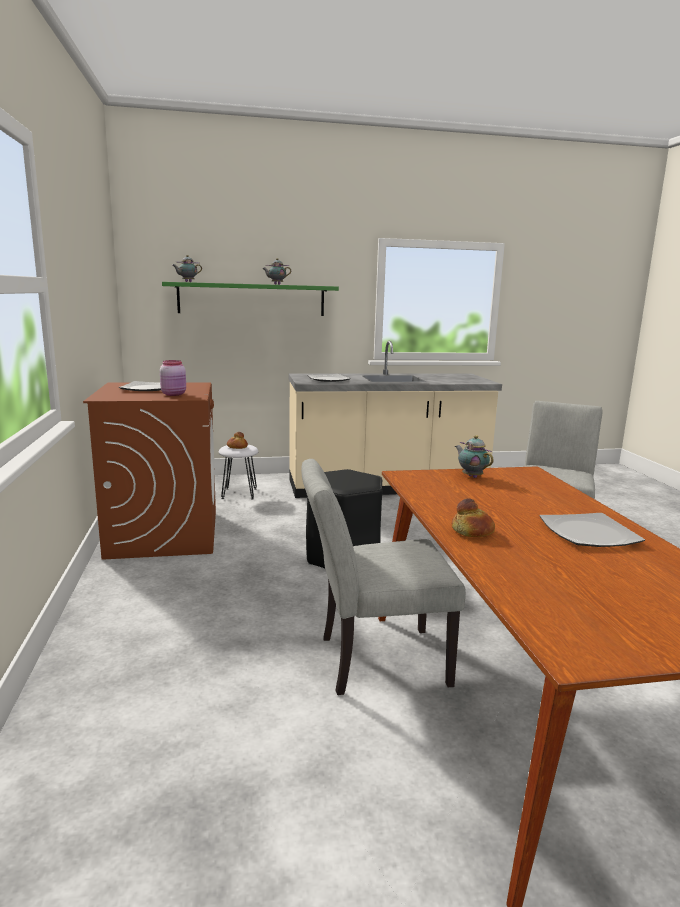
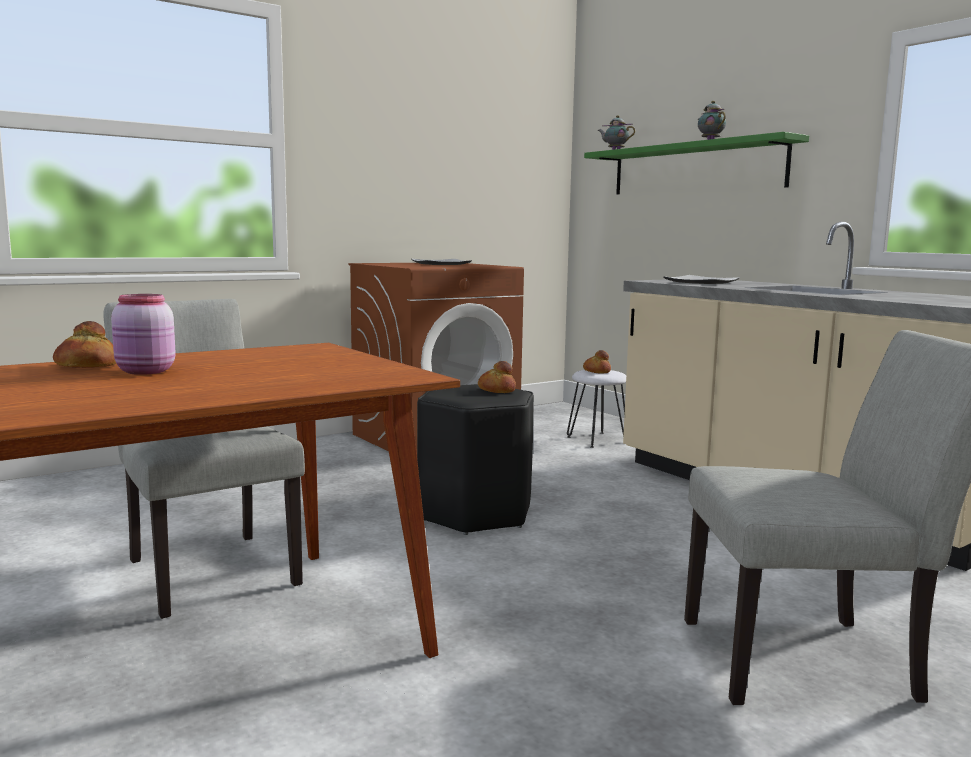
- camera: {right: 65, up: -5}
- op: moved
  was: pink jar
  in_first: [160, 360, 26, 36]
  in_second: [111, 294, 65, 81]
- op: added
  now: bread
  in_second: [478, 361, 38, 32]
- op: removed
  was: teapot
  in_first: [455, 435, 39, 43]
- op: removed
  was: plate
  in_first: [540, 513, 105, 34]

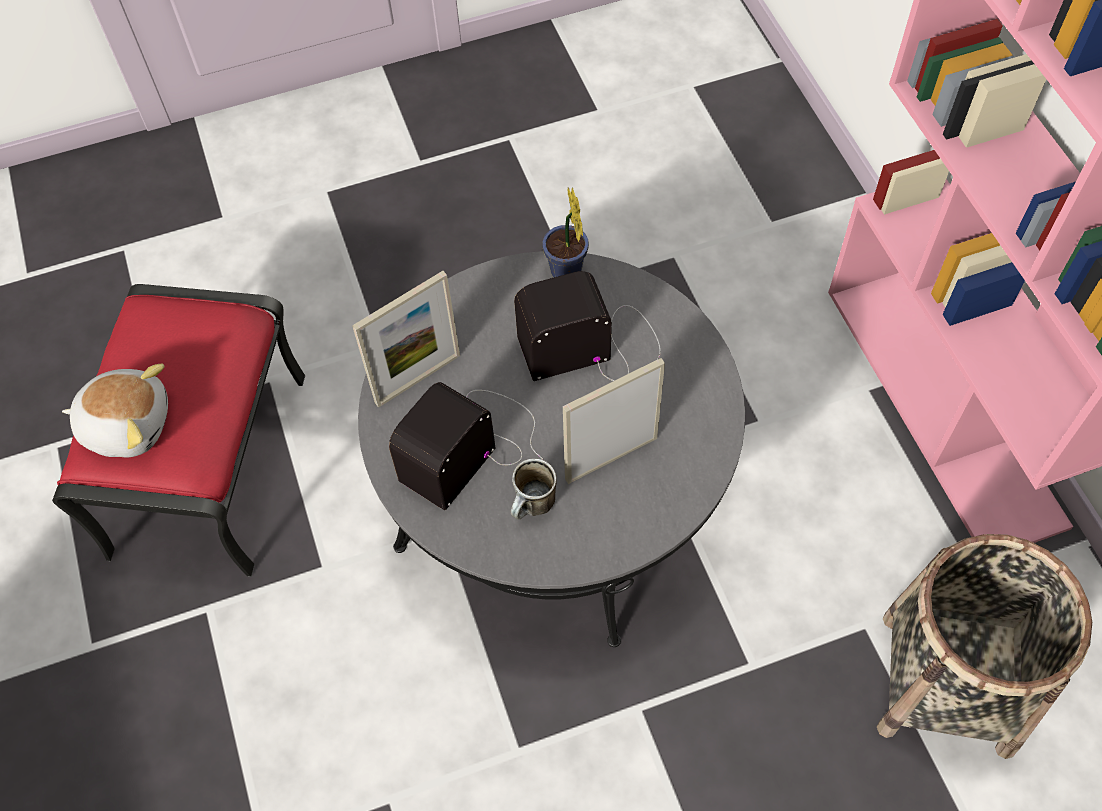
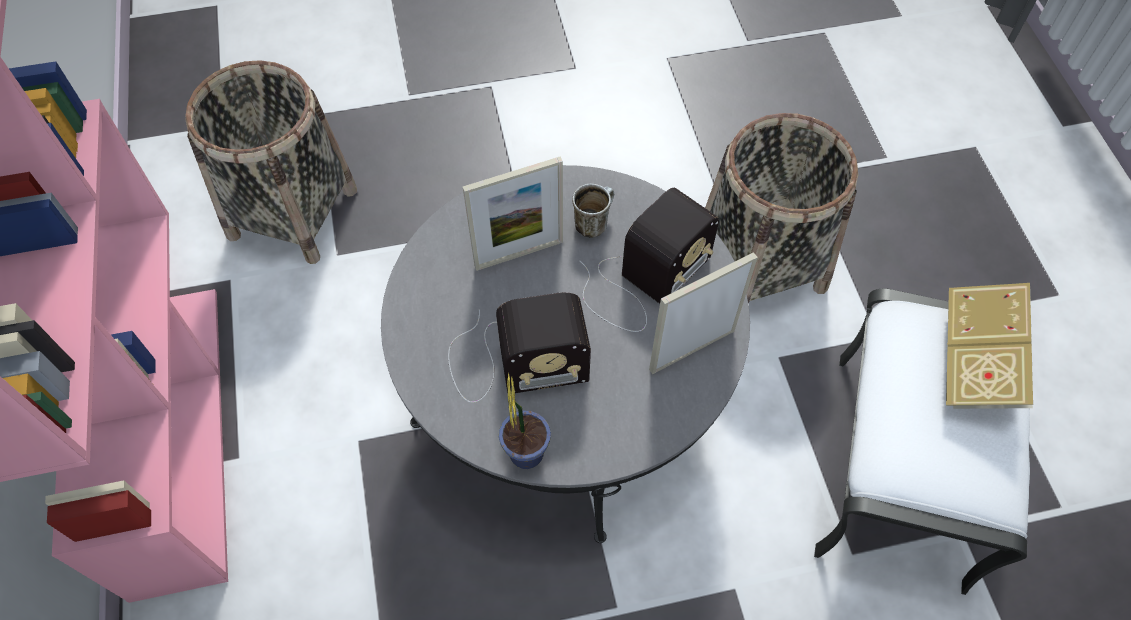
- camera: {right: -175, up: 0}
- op: added
  now: basket
  in_second: [705, 113, 153, 191]
- op: recoloured
  was: red ottoman
  now: white ottoman
  in_first: [52, 284, 253, 293]
  in_second: [814, 288, 218, 307]
- op: replaced
  was: plush toy
  now: book
  in_first: [62, 363, 106, 94]
  in_second: [946, 283, 87, 126]

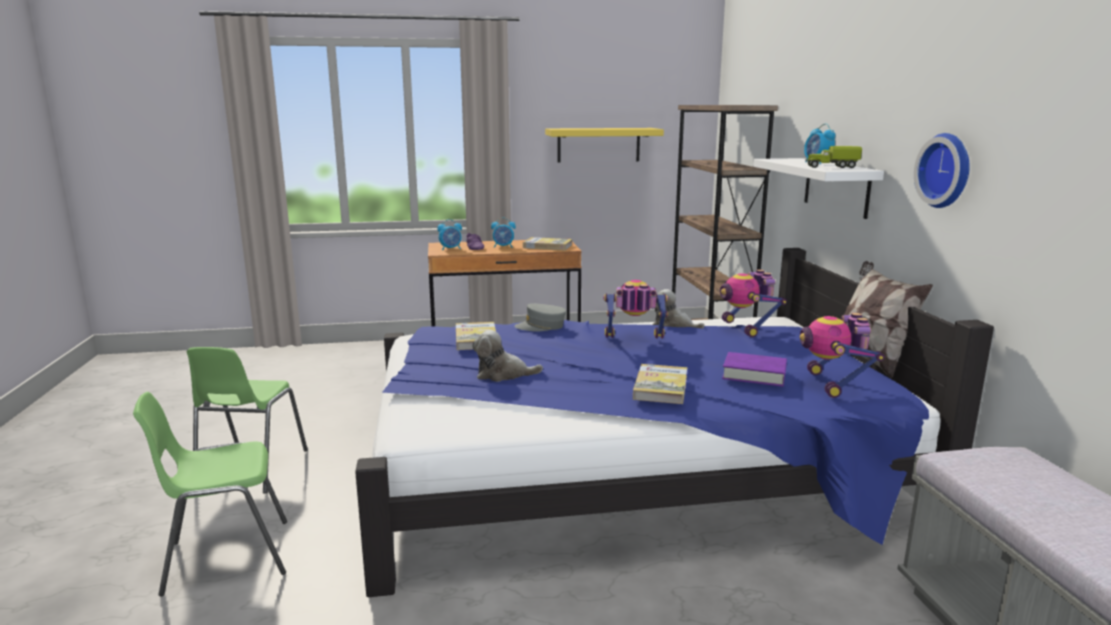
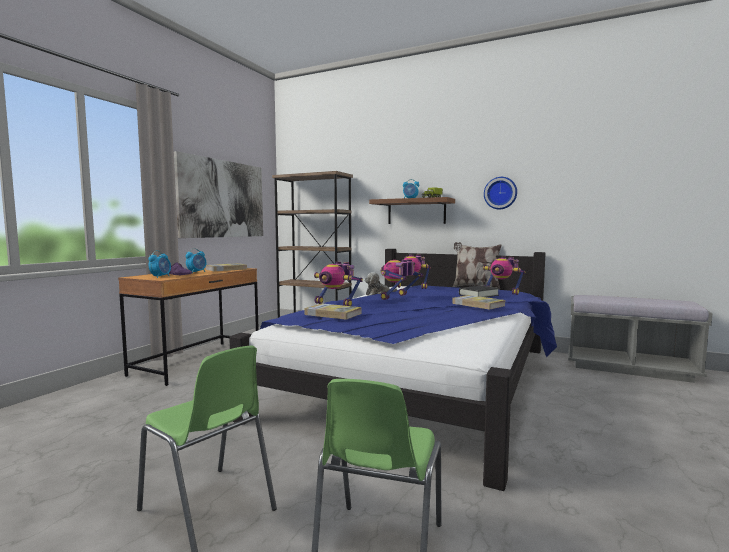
- camera: {right: -55, up: -10}
- op: replaced
  was: yellow shelf
  now: picture
  in_first: [545, 128, 119, 34]
  in_second: [174, 151, 89, 87]
- op: replaced
  was: grey cap
  now: toy robot
  in_first: [514, 303, 52, 29]
  in_second: [314, 262, 49, 44]
- op: recoloured
  was: white shelf
  now: brown shelf
  in_first: [753, 158, 131, 61]
  in_second: [369, 197, 86, 27]
- op: recoloured
  was: purple book
  now: black book
  in_first: [722, 352, 65, 35]
  in_second: [459, 286, 40, 11]
- op: removed
  was: plush toy
  in_first: [473, 330, 70, 52]

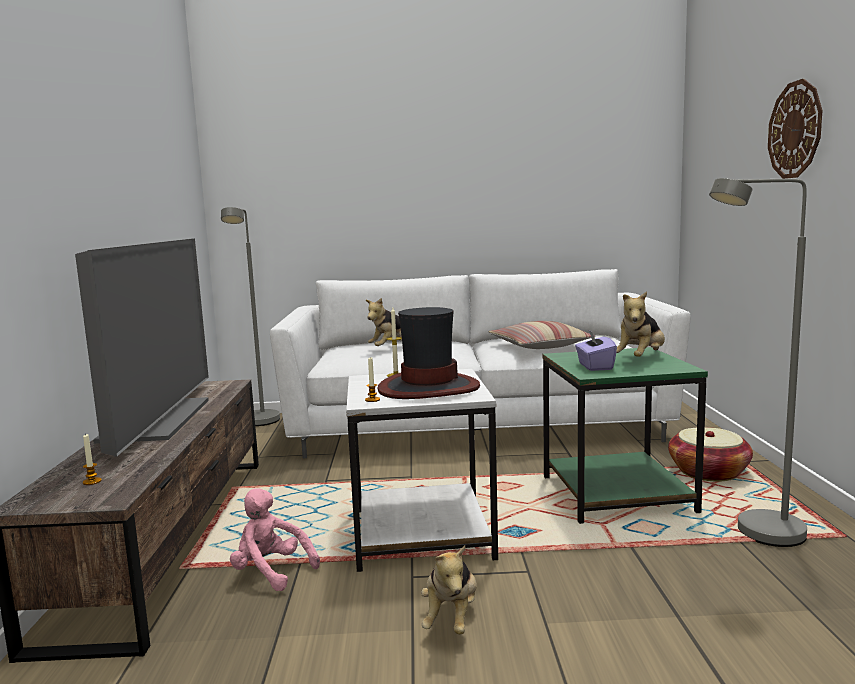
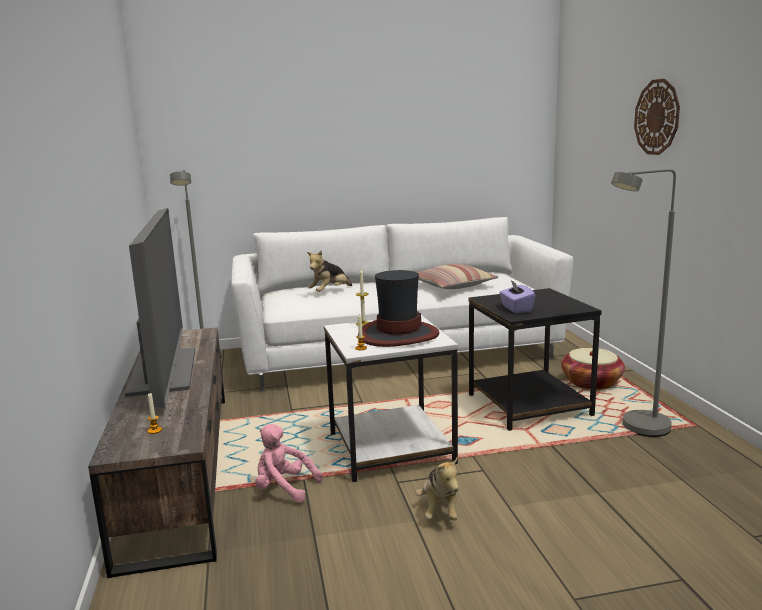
- camera: {right: -10, up: 5}
- op: recoloured
  was: green side table
  now: black side table
  in_first: [542, 347, 166, 177]
  in_second: [468, 288, 133, 143]
- op: removed
  was: plush toy
  in_first: [616, 291, 49, 66]

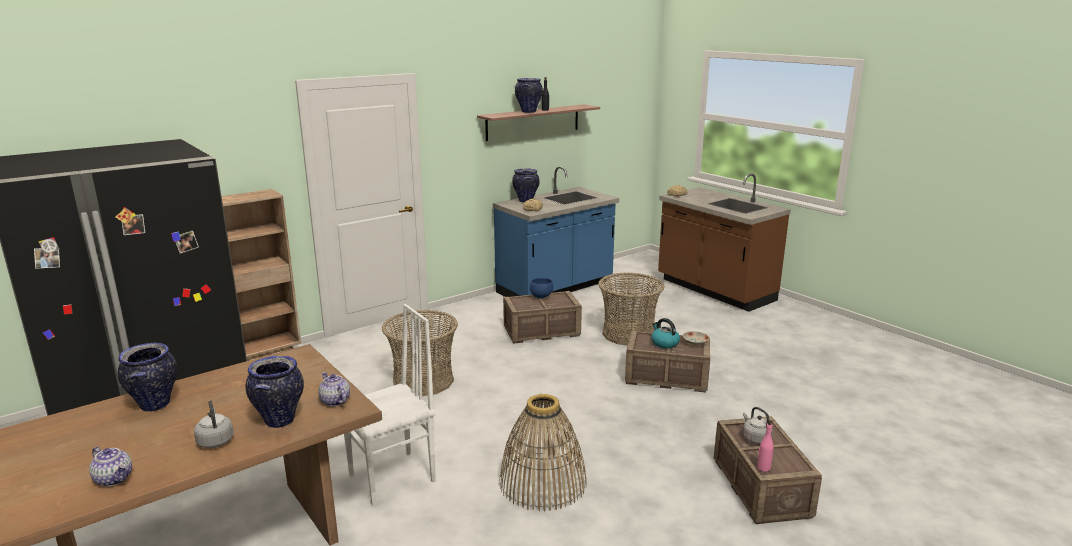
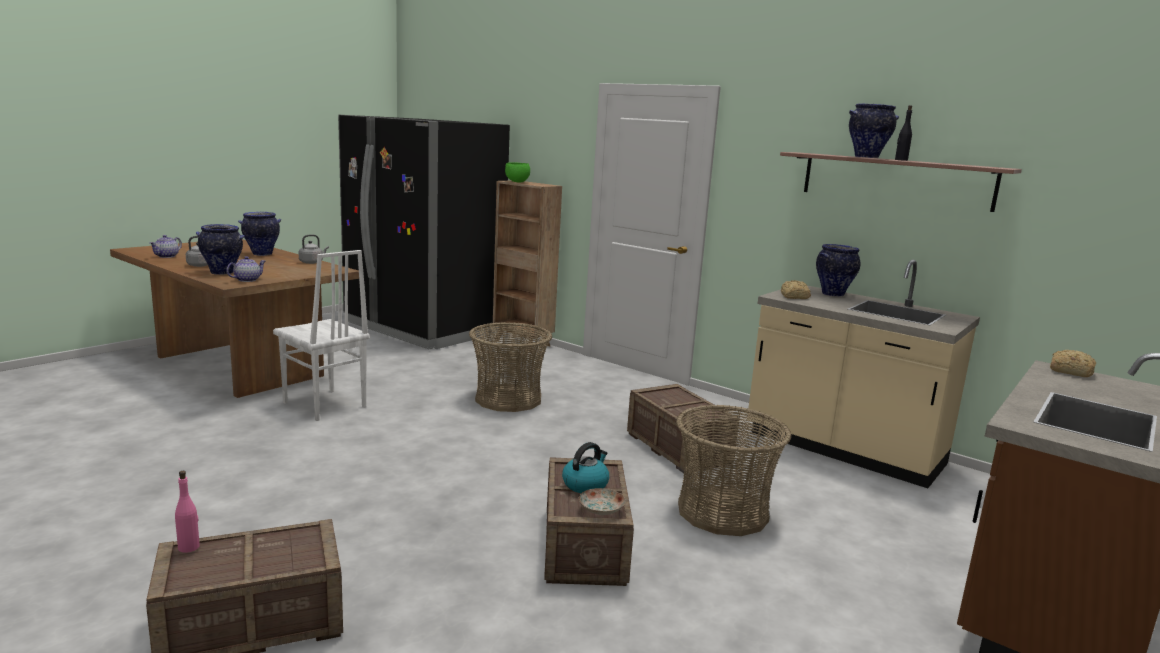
- camera: {right: 75, up: -5}
- op: moved
  was: grey kettle
  in_first: [743, 407, 30, 37]
  in_second: [299, 234, 30, 30]
- op: added
  now: green bowl
  in_second: [505, 162, 25, 20]
- op: recoloured
  was: blue counter
  now: beige counter
  in_first: [493, 166, 126, 131]
  in_second: [747, 260, 233, 228]
- op: removed
  was: basket
  in_first: [499, 394, 88, 118]
- op: removed
  was: blue bowl
  in_first: [530, 278, 23, 21]

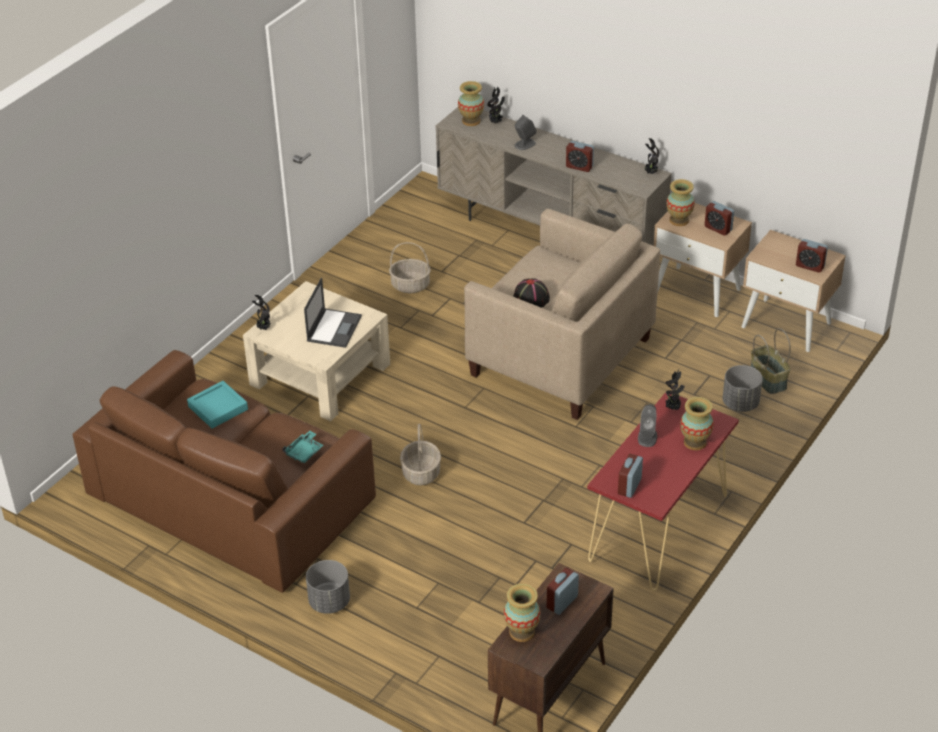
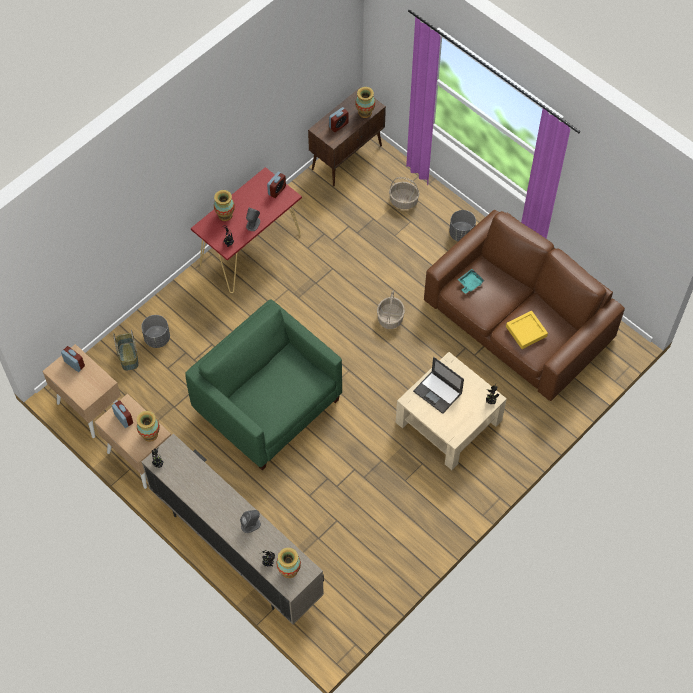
- camera: {right: -170, up: 20}
- op: recoloured
  was: beige armchair
  now: green armchair
  in_first: [464, 209, 196, 211]
  in_second: [185, 299, 157, 171]
- op: moved
  was: basket
  in_first: [389, 242, 42, 51]
  in_second: [389, 177, 30, 32]
- op: turned
  was: laptop
  in_first: [304, 278, 58, 70]
  in_second: [413, 357, 51, 57]
  clockwise: -75
- op: recoloured
  was: turquoise tray
  now: yellow tray
  in_first: [187, 381, 61, 48]
  in_second: [506, 311, 42, 38]
- op: removed
  was: black hat
  in_first: [513, 278, 37, 30]
- op: removed
  was: alarm clock
  in_first: [566, 141, 28, 31]

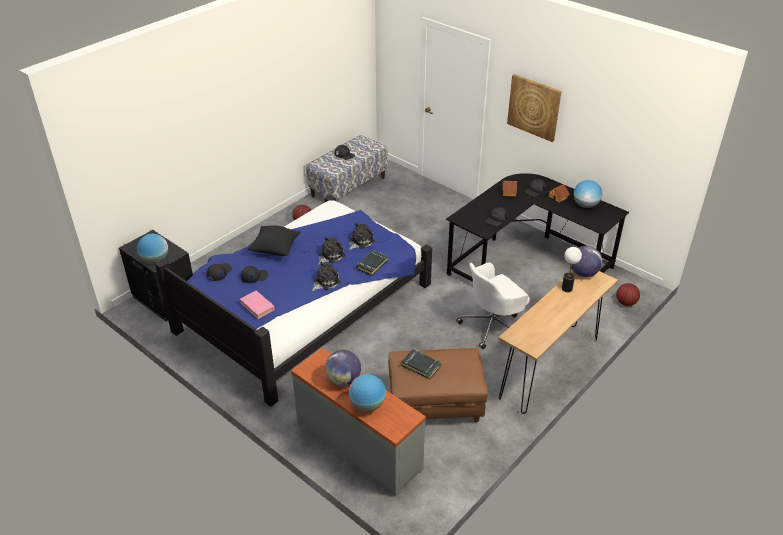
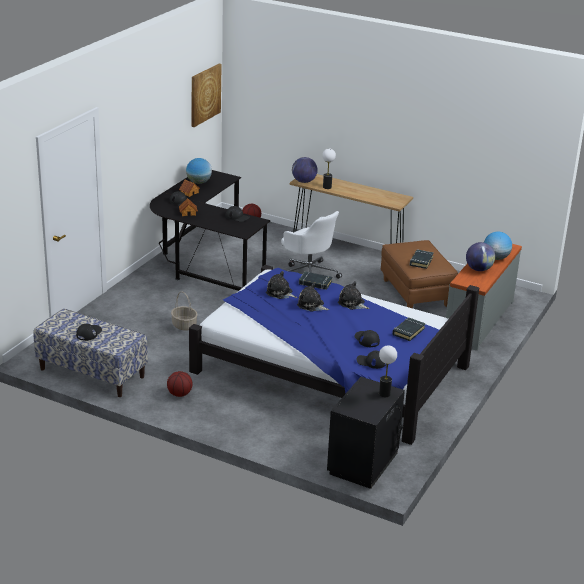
- camera: {right: -105, up: -10}
- op: added
  now: basket
  in_second: [171, 291, 27, 40]
- op: moved
  was: picture
  in_first: [507, 74, 55, 68]
  in_second: [192, 64, 30, 63]
- op: replaced
  was: globe
  now: table lamp
  in_first: [137, 234, 31, 30]
  in_second: [379, 345, 18, 52]
- op: recoloured
  was: pink book
  now: black book
  in_first: [240, 291, 35, 28]
  in_second: [393, 317, 33, 24]
- op: removed
  was: black pillow
  in_first: [248, 225, 53, 31]

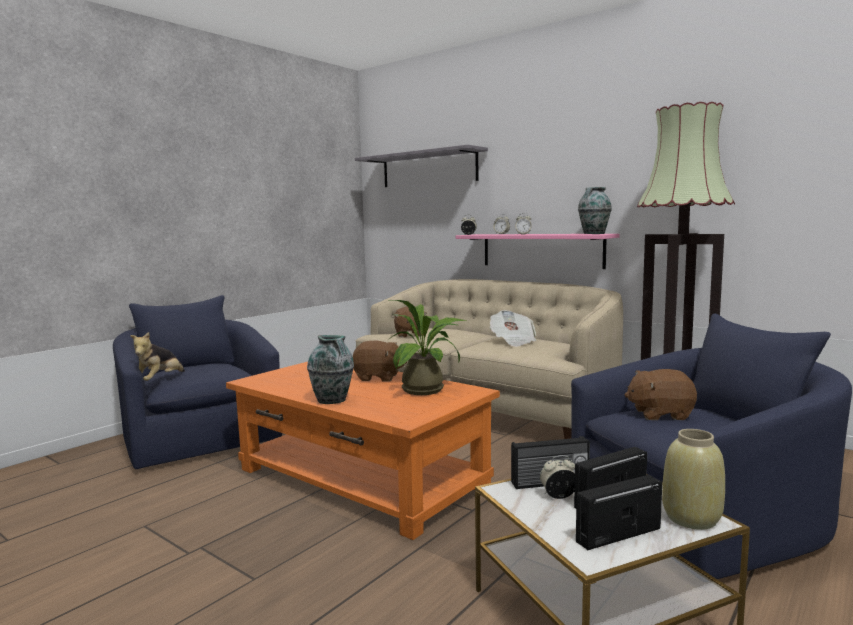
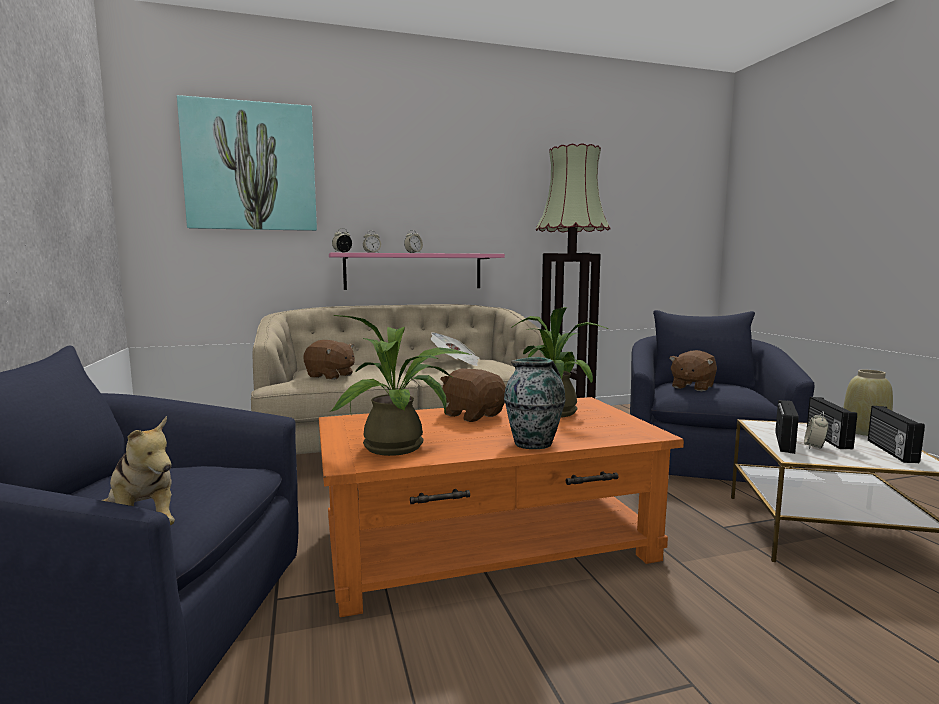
- camera: {right: -55, up: 0}
- op: replaced
  was: grey shelf
  now: picture
  in_first: [355, 145, 133, 42]
  in_second: [177, 95, 140, 136]
- op: added
  now: potted plant
  in_second: [329, 315, 142, 141]
- op: turned
  was: brown plush toy
  in_first: [353, 341, 54, 40]
  in_second: [440, 368, 66, 54]
  clockwise: -90
- op: removed
  was: vase
  in_first: [578, 187, 34, 47]

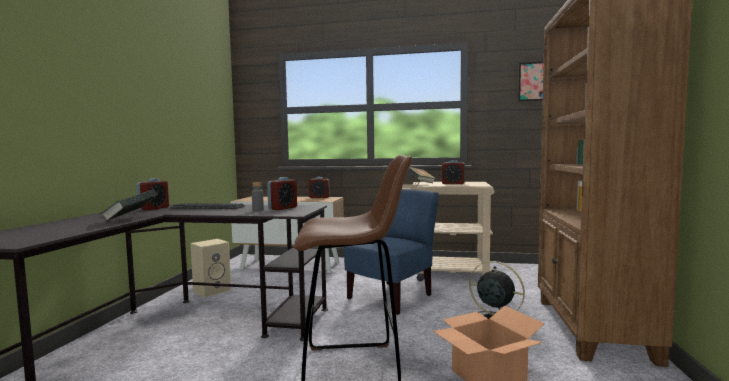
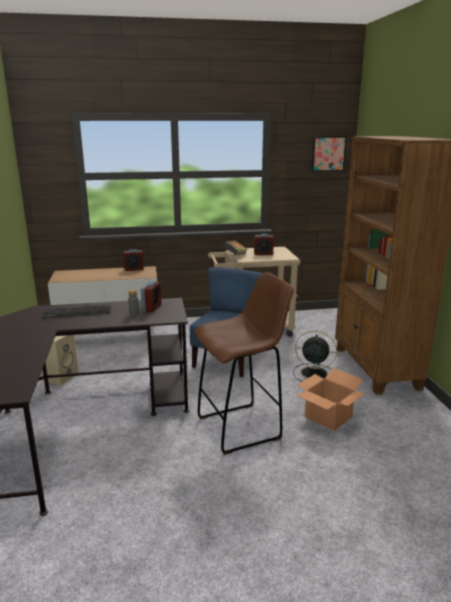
- camera: {right: -20, up: 15}
- op: removed
  was: book
  in_first: [101, 189, 57, 33]
- op: removed
  was: alarm clock
  in_first: [136, 178, 33, 33]

